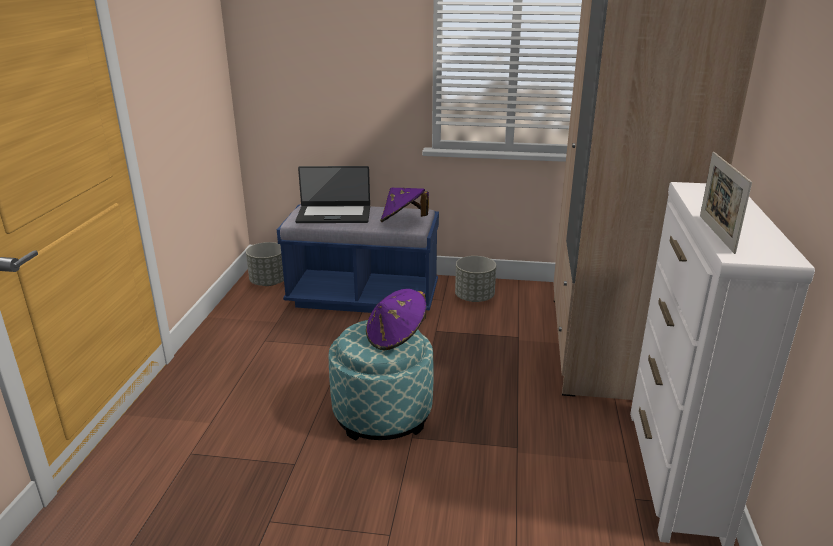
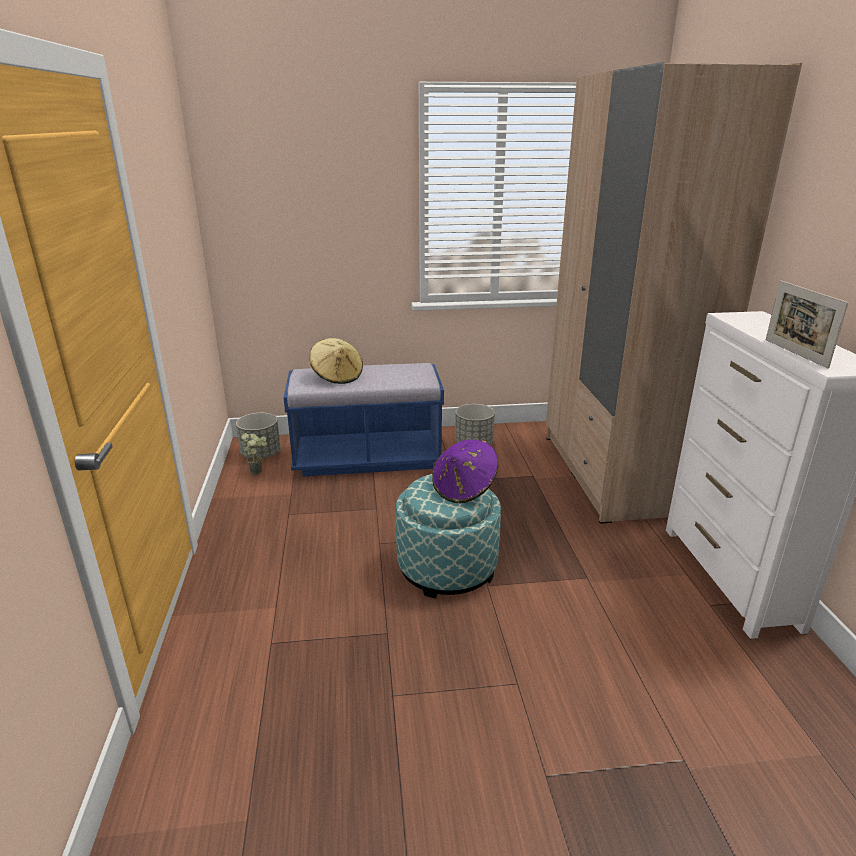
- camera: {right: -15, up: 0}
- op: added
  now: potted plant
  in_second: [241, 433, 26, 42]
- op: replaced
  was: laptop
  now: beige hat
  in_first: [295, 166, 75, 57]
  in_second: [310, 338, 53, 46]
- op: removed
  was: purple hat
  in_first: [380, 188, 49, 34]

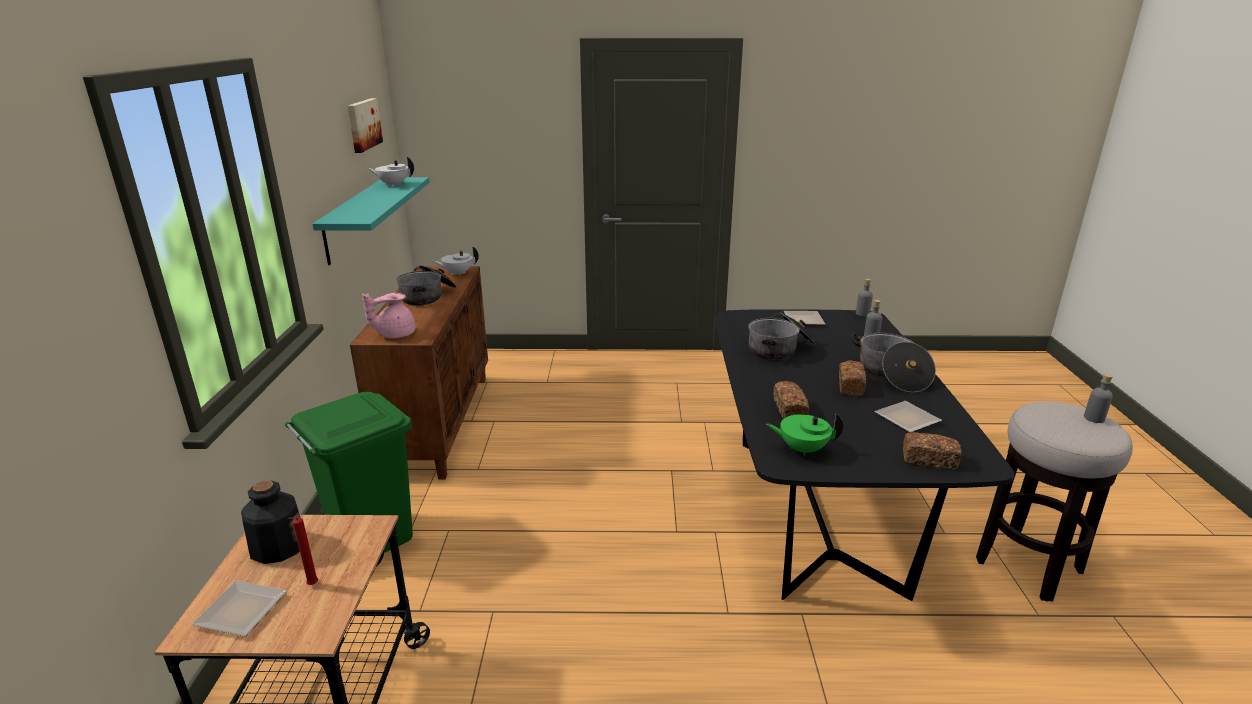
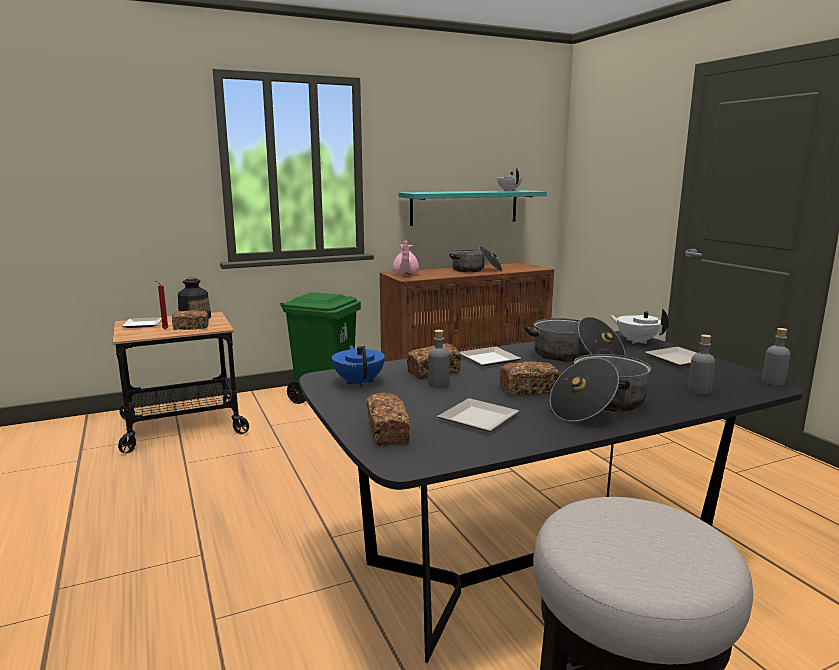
- camera: {right: 65, up: -10}
- op: added
  now: bread
  in_second: [172, 310, 37, 20]
- op: recoloured
  was: green teapot
  now: blue teapot
  in_first: [766, 413, 77, 43]
  in_second: [332, 345, 53, 42]
- op: turned
  was: pink teapot
  in_first: [362, 293, 54, 45]
  in_second: [392, 241, 27, 34]
  clockwise: -120
- op: moved
  was: grey bottle
  in_first: [1084, 374, 29, 49]
  in_second: [428, 330, 22, 58]
- op: added
  now: plate
  in_second: [460, 347, 61, 19]
- op: moved
  was: white teapot
  in_first: [433, 246, 46, 30]
  in_second: [609, 309, 60, 35]
- op: removed
  was: picture
  in_first: [348, 98, 35, 55]

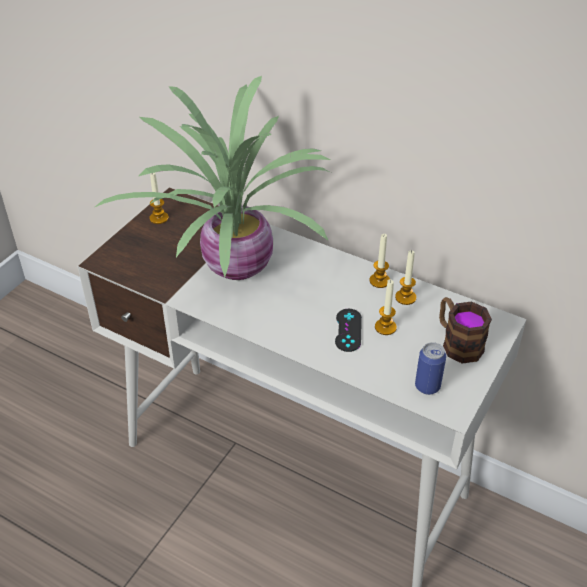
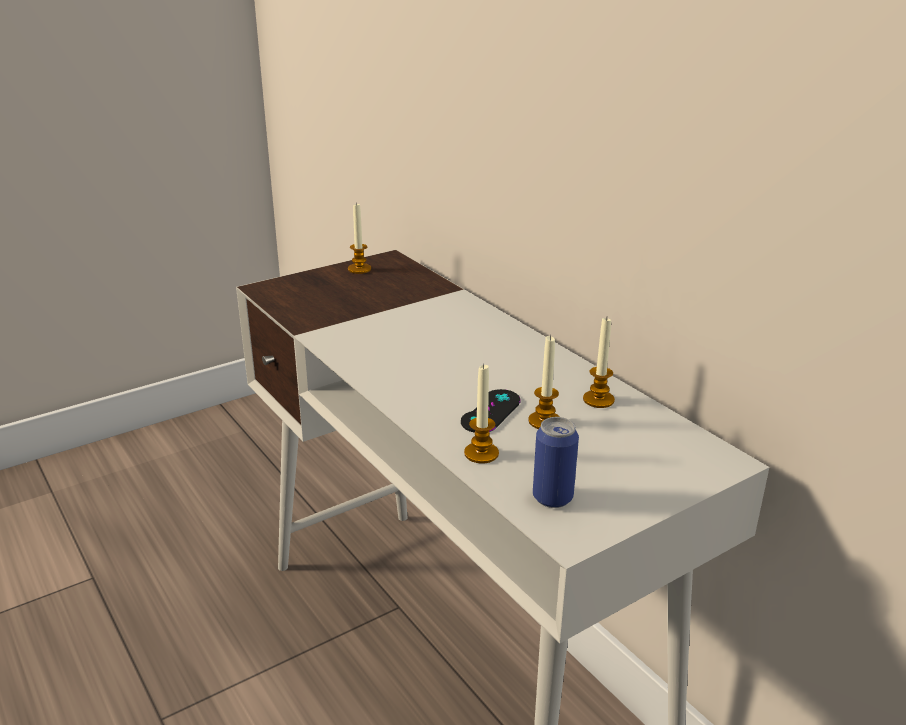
- camera: {right: 25, up: -15}
- op: moved
  was: candle
  in_first: [370, 234, 20, 54]
  in_second: [464, 364, 35, 100]
- op: removed
  was: potted plant
  in_first: [95, 76, 235, 204]
- op: removed
  was: mug
  in_first: [439, 297, 53, 67]

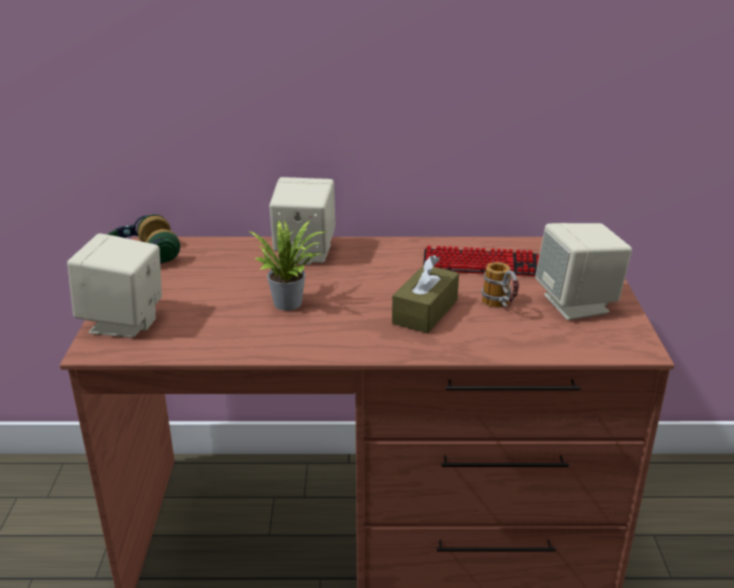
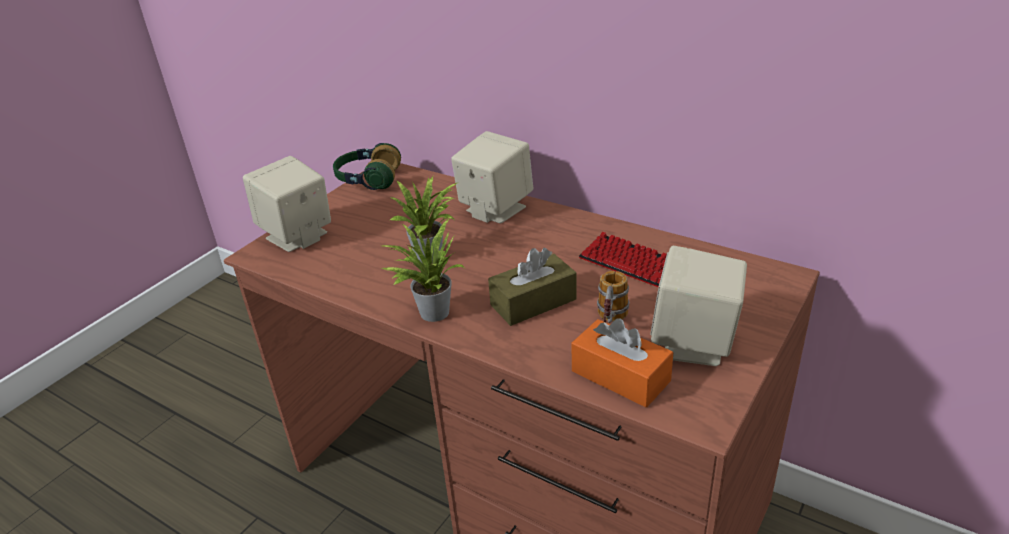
- camera: {right: 35, up: 5}
- op: added
  now: potted plant
  in_second: [381, 219, 84, 103]
- op: added
  now: orange tissue box
  in_second: [571, 318, 102, 89]

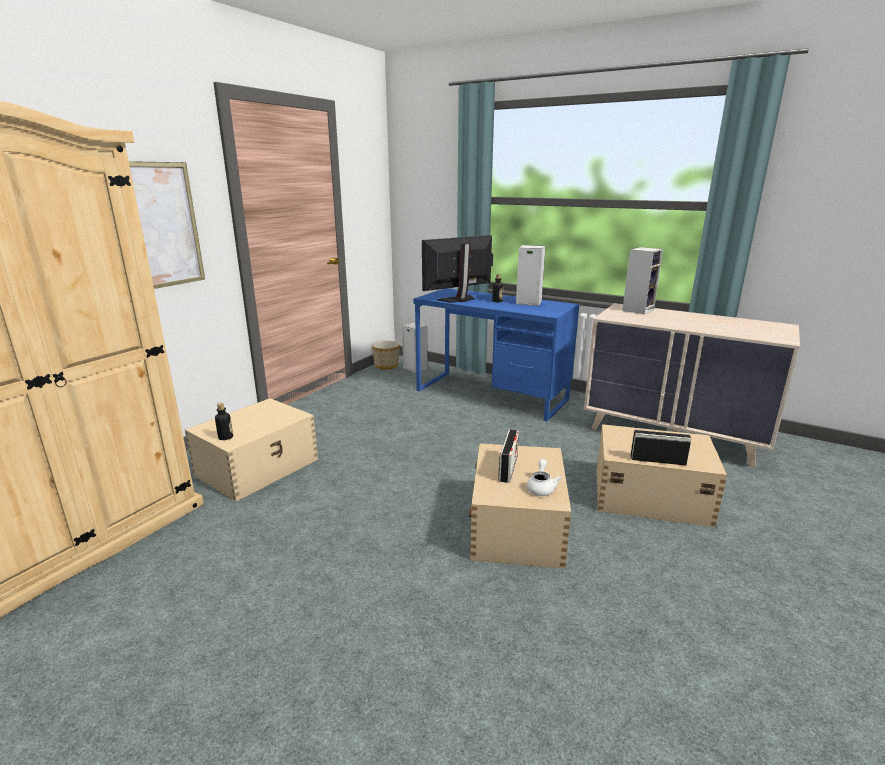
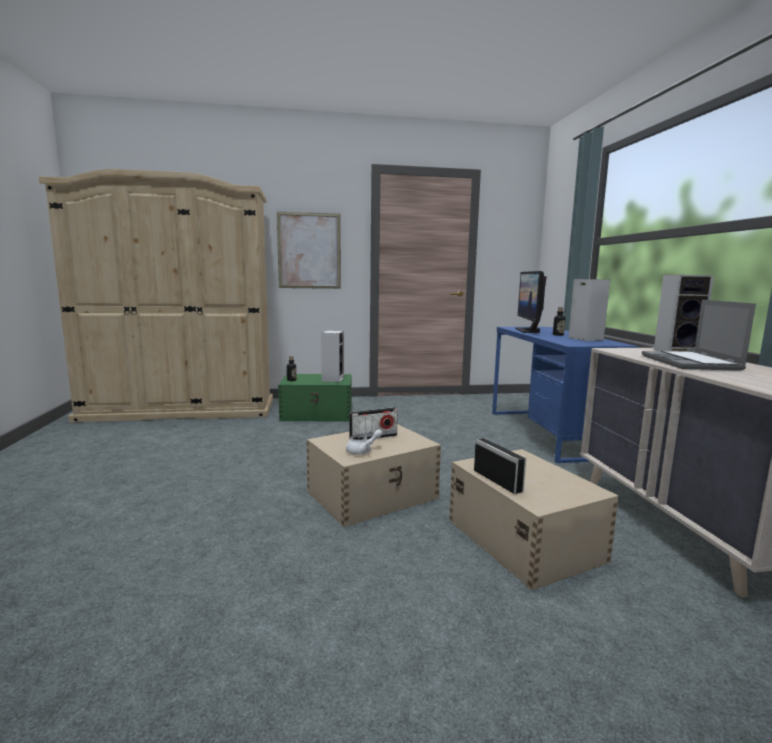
- camera: {right: 50, up: -10}
- op: recoloured
  was: beige storage box
  now: green storage box
  in_first: [185, 398, 133, 103]
  in_second: [278, 374, 74, 47]
- op: moved
  was: speaker
  in_first: [402, 322, 26, 51]
  in_second: [321, 331, 23, 51]
- op: turned
  was: monitor
  in_first: [422, 235, 71, 68]
  in_second: [515, 271, 32, 62]
  clockwise: -105
- op: added
  now: laptop
  in_second: [642, 300, 114, 71]
- op: removed
  was: planter
  in_first: [372, 340, 28, 29]

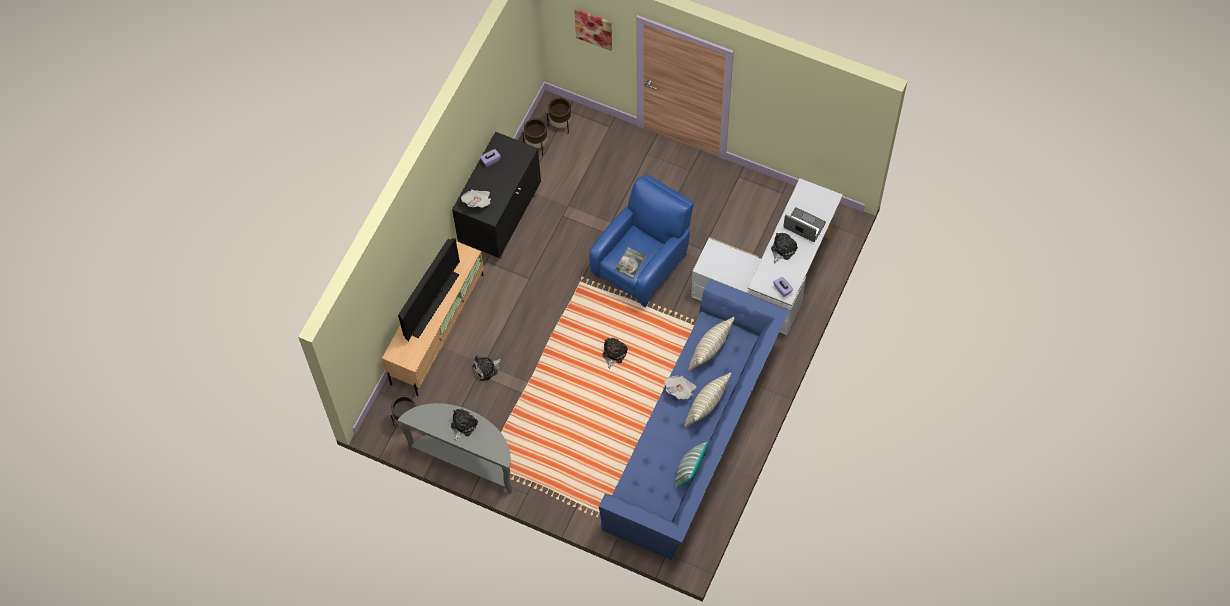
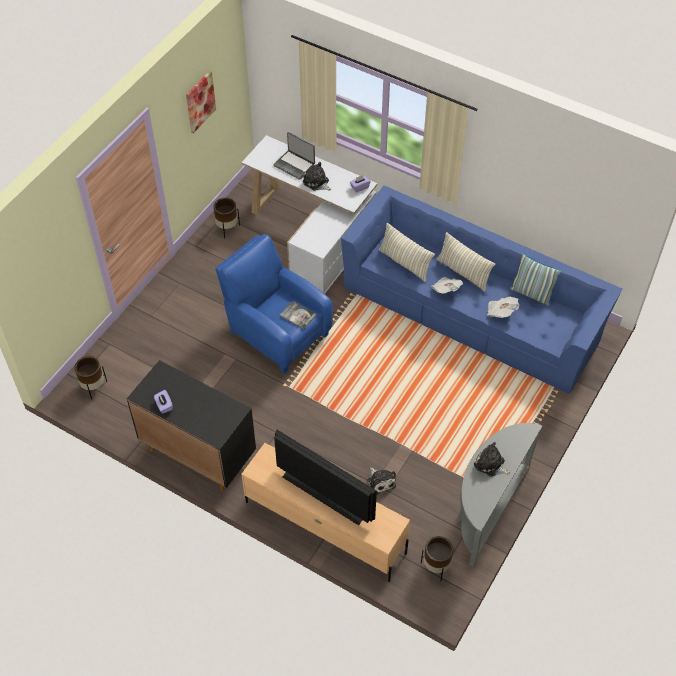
- camera: {right: -85, up: -10}
- op: moved
  was: picture
  in_first: [574, 8, 38, 43]
  in_second: [186, 71, 30, 62]
- op: moved
  was: brown planter
  in_first: [522, 118, 26, 38]
  in_second: [213, 198, 27, 40]
- op: turned
  was: laptop
  in_first: [783, 207, 43, 35]
  in_second: [273, 132, 42, 48]
  clockwise: -90
- op: moved
  was: newspaper
  in_first: [461, 189, 30, 18]
  in_second: [487, 297, 32, 21]
- op: removed
  was: plush toy
  in_first: [602, 338, 26, 31]

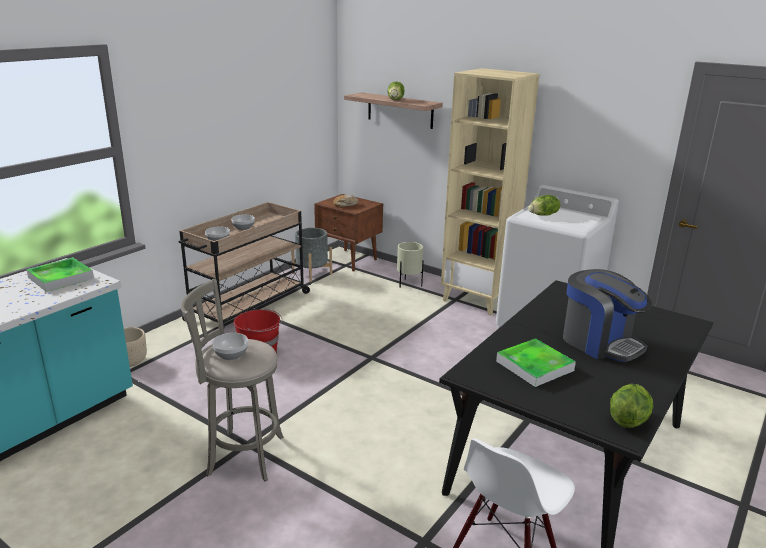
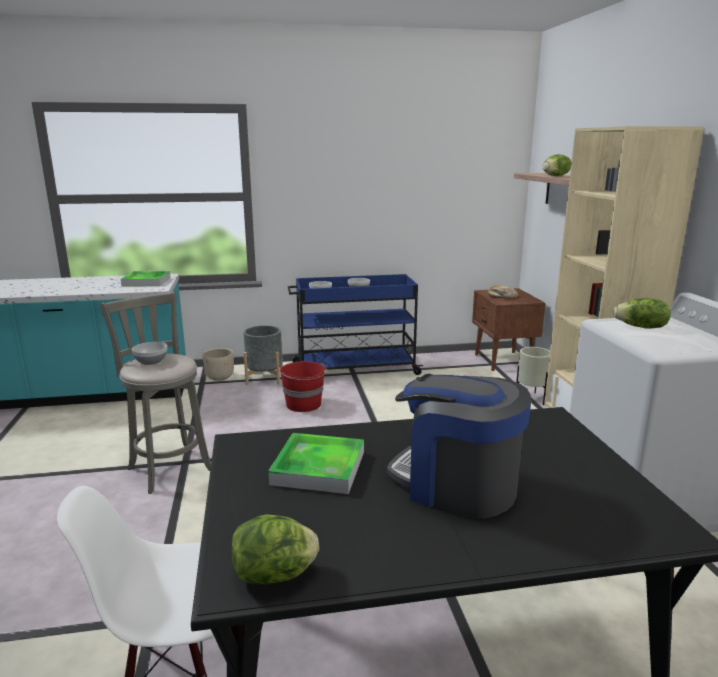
- camera: {right: 45, up: -5}
- op: moved
  was: grey planter
  in_first: [291, 228, 41, 54]
  in_second: [243, 325, 40, 60]
- op: recoloured
  was: beige cart
  now: blue cart
  in_first: [179, 202, 132, 124]
  in_second: [288, 274, 135, 101]
- op: turned
  was: coffee machine
  in_first: [563, 269, 89, 93]
  in_second: [387, 374, 144, 145]
  clockwise: 120

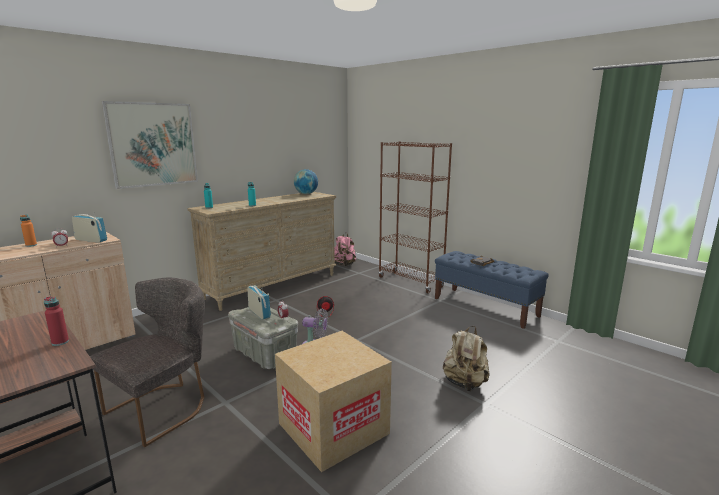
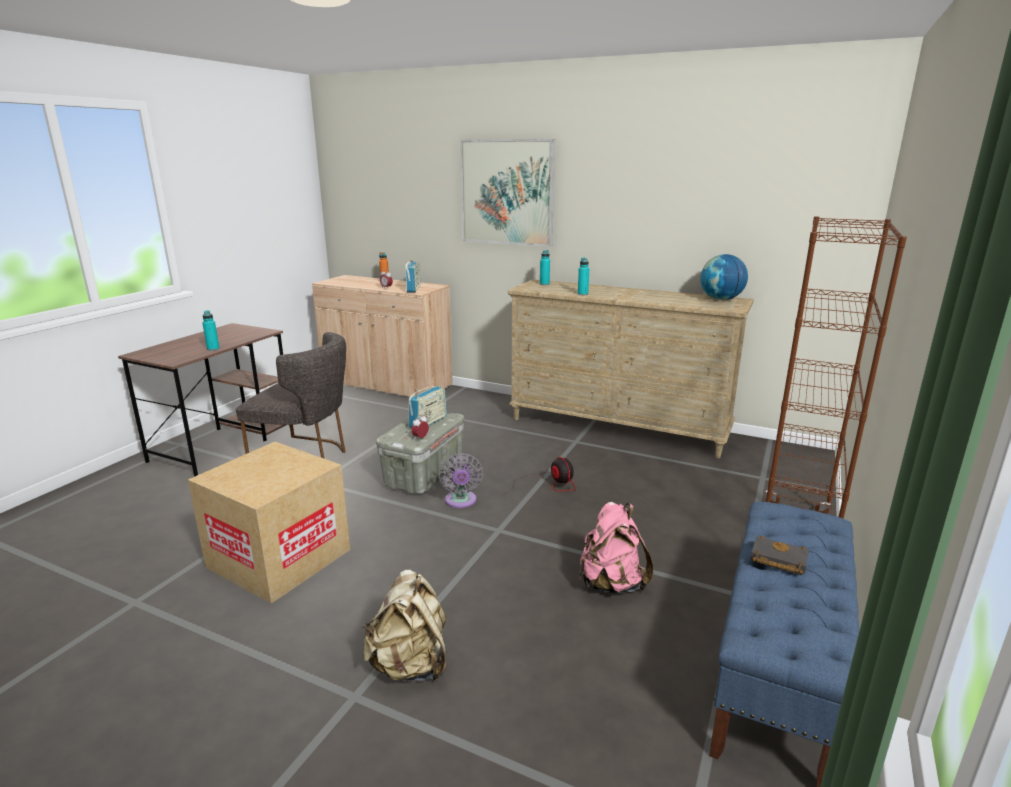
- camera: {right: 70, up: 5}
- op: recoloured
  was: red bottle
  now: turquoise bottle
  in_first: [44, 297, 25, 49]
  in_second: [203, 310, 17, 41]
- op: moved
  was: pink backpack
  in_first: [334, 233, 22, 33]
  in_second: [579, 502, 75, 92]

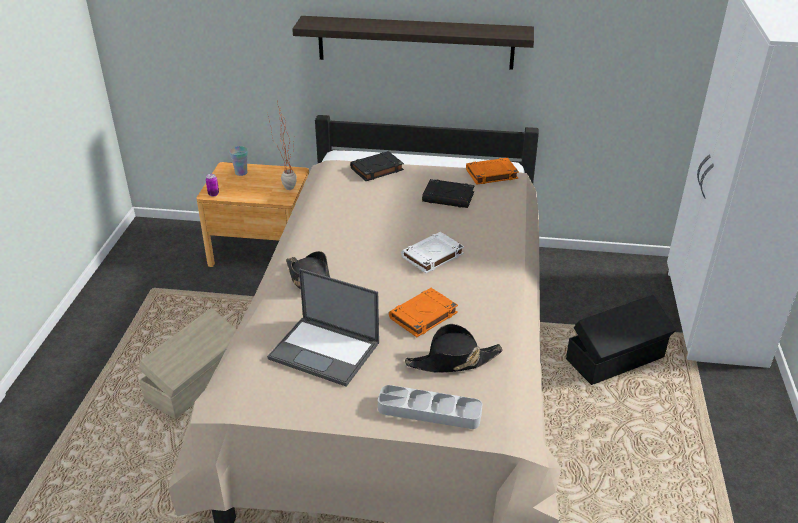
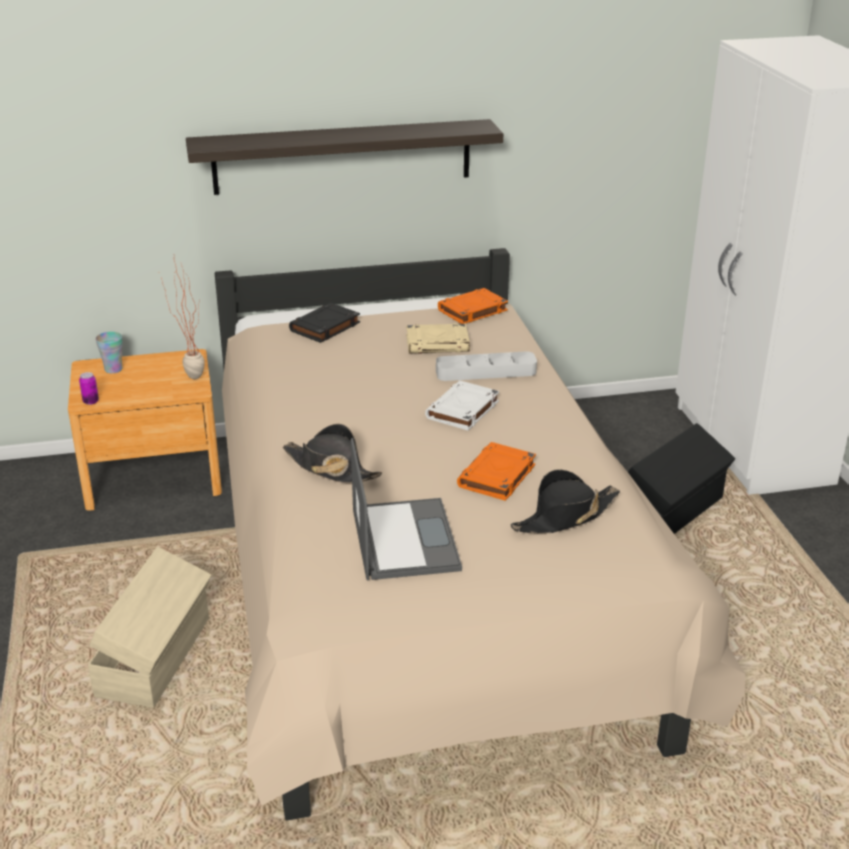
- camera: {right: -20, up: -5}
- op: turned
  was: laptop
  in_first: [267, 268, 112, 119]
  in_second: [351, 438, 111, 142]
  clockwise: -105
- op: recoloured
  was: black book
  now: beige book
  in_first: [422, 179, 53, 29]
  in_second: [406, 323, 64, 31]
- op: moved
  was: grey tray
  in_first: [378, 385, 104, 44]
  in_second: [436, 351, 101, 30]

